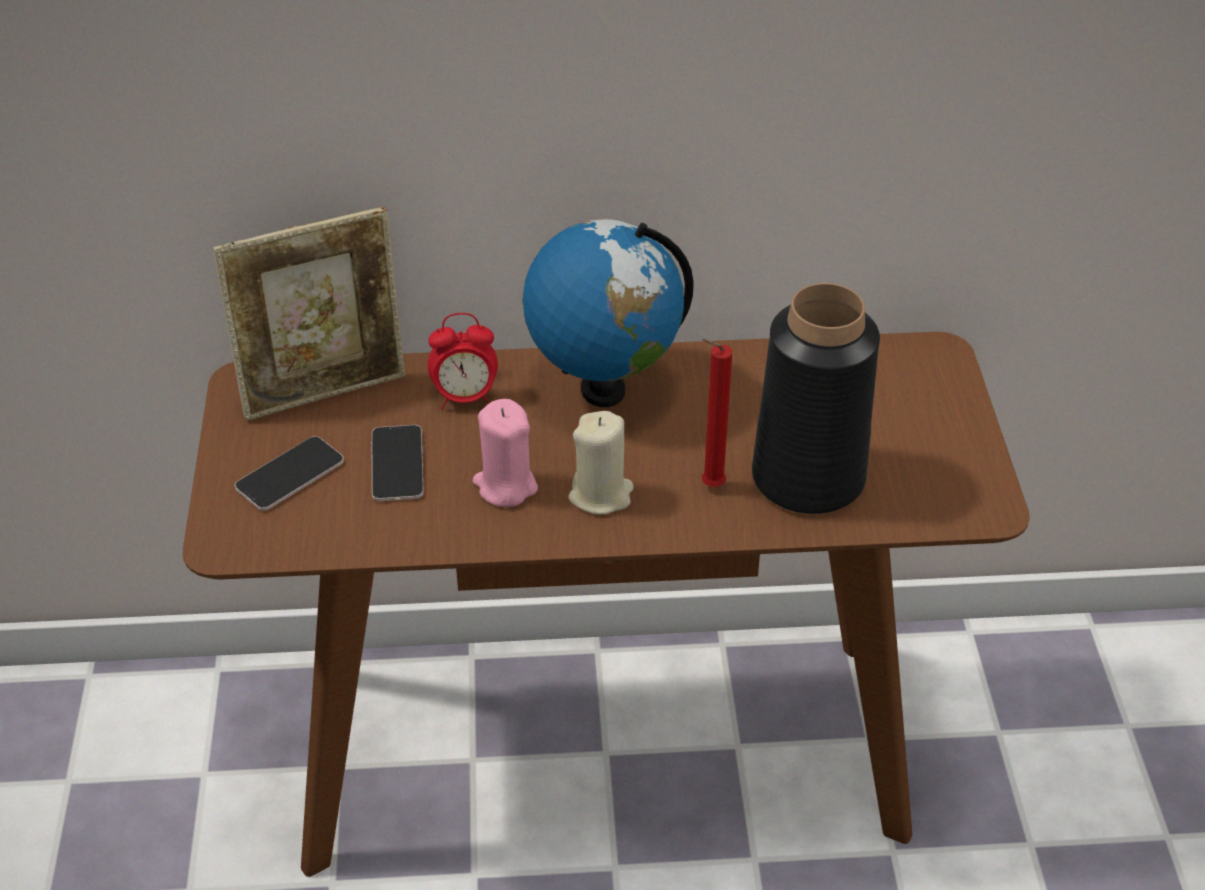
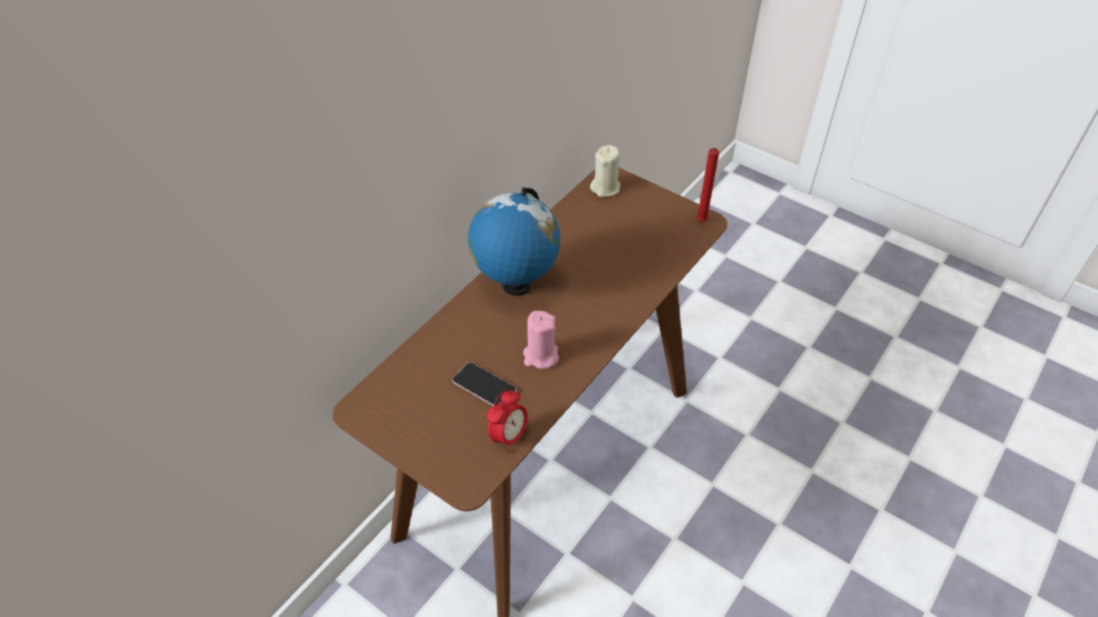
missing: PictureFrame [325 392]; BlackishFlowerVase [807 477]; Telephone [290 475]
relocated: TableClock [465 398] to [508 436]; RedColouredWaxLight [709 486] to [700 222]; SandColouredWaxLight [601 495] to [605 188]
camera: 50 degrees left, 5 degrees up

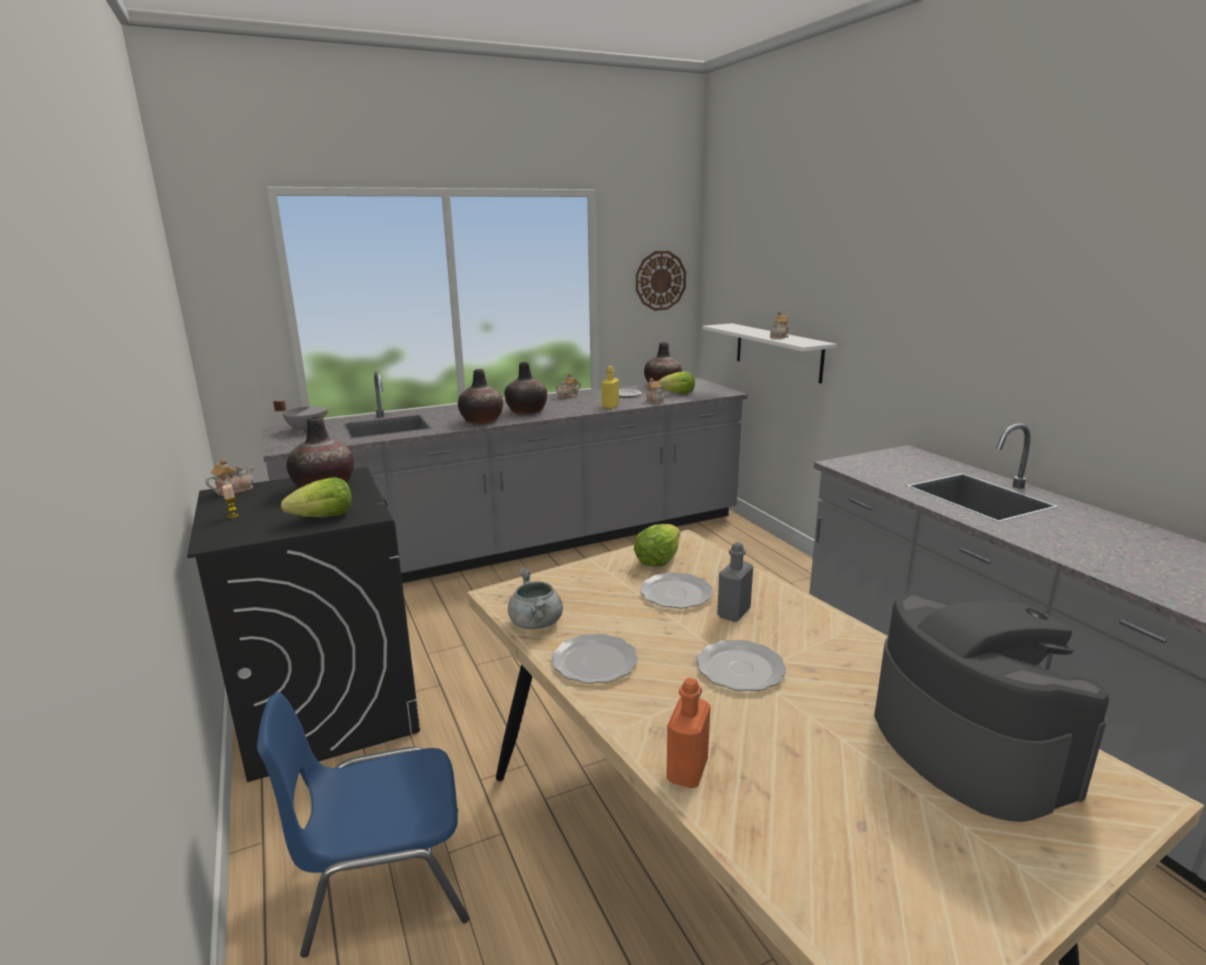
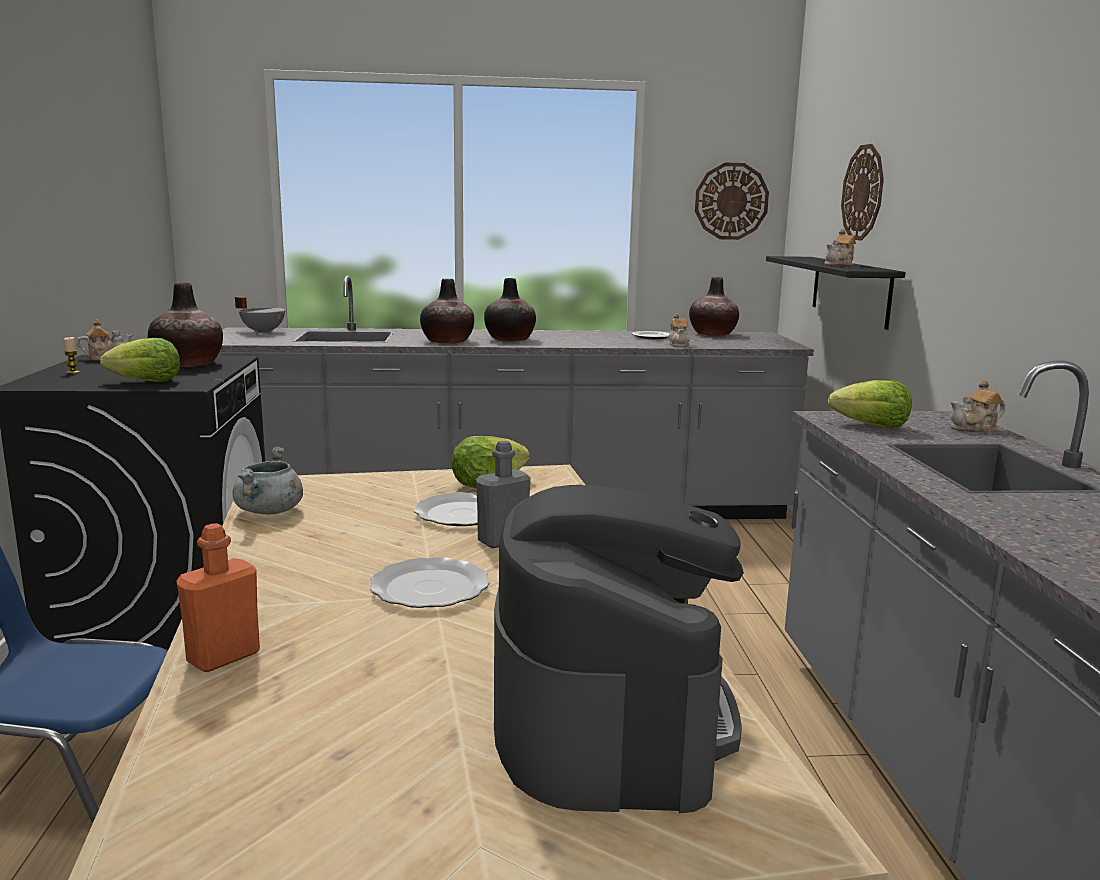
missing: YellowishBottle [610 406]; Plate [596 662]
appeared: WallClock [863 192]
relocated: LettuceHead [678 394] to [872 426]; Teapot [568 396] to [975 429]
colour: WhitishShelf [778 352] to BlackishShelf [850 290]
camera: 20 degrees right, 5 degrees down

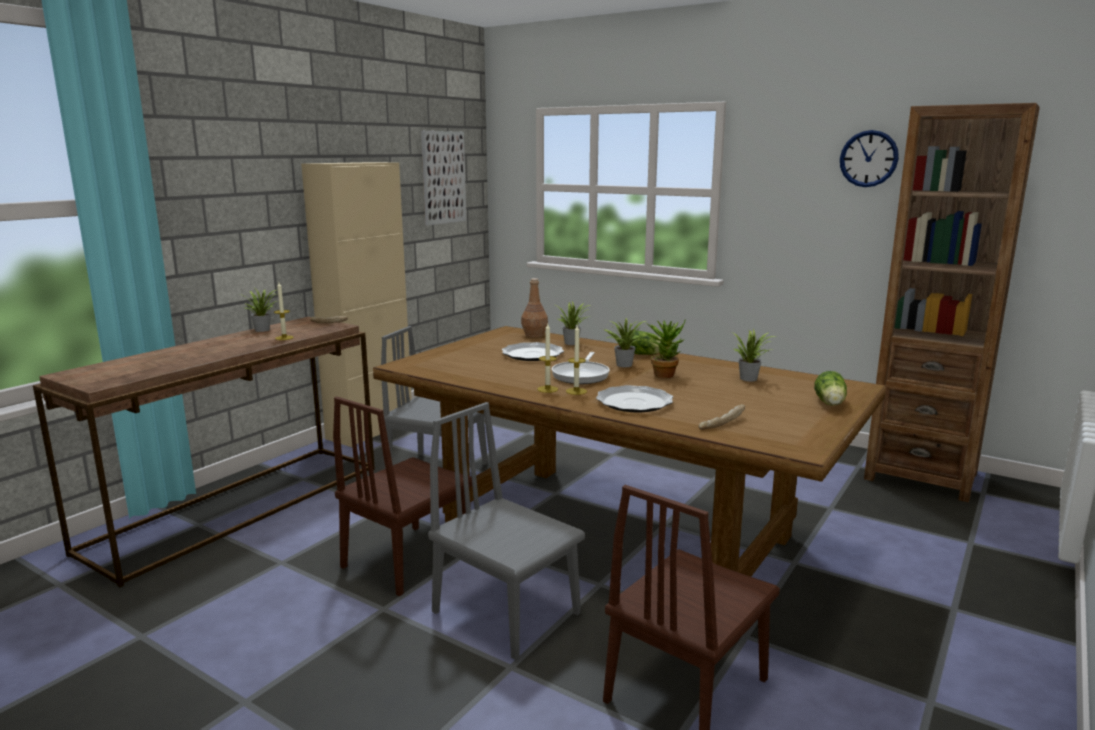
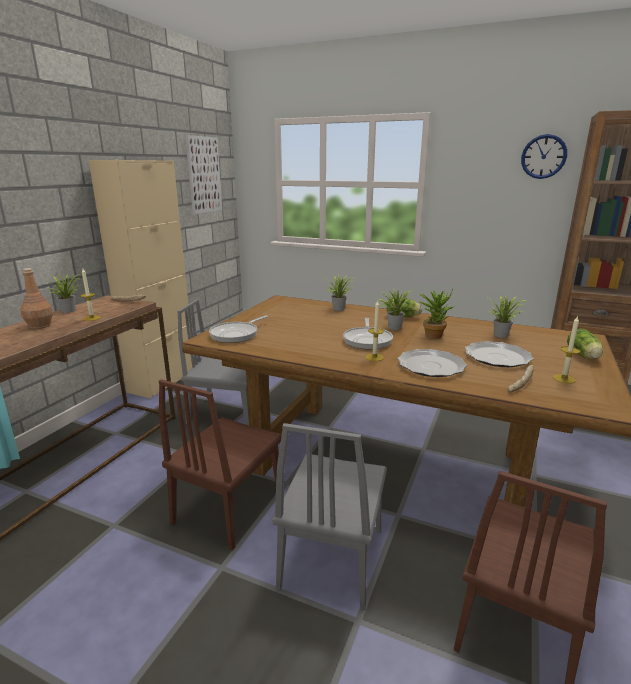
appeared: Skillet [236 334]
relocated: BrownColouredBottle [534 335] to [39 326]; WaxLight [547 389] to [564 379]; Plate [533 354] to [498 357]
spun: GrayChair [506 612] = [332 556] 105 degrees counterclockwise
camera: 10 degrees left, 5 degrees up

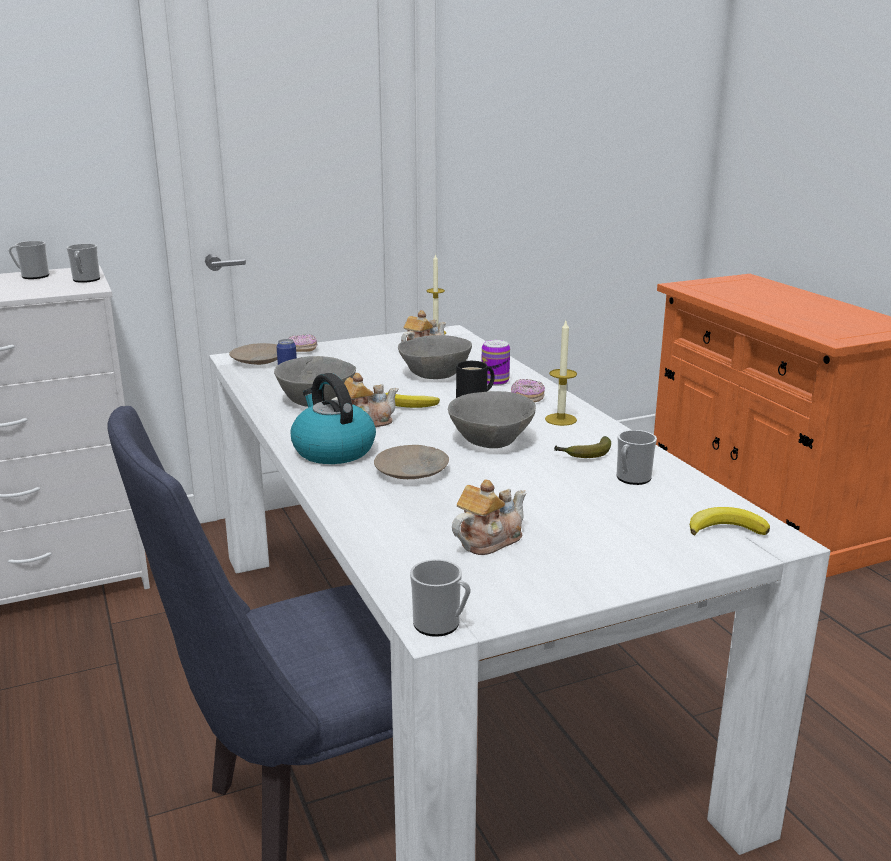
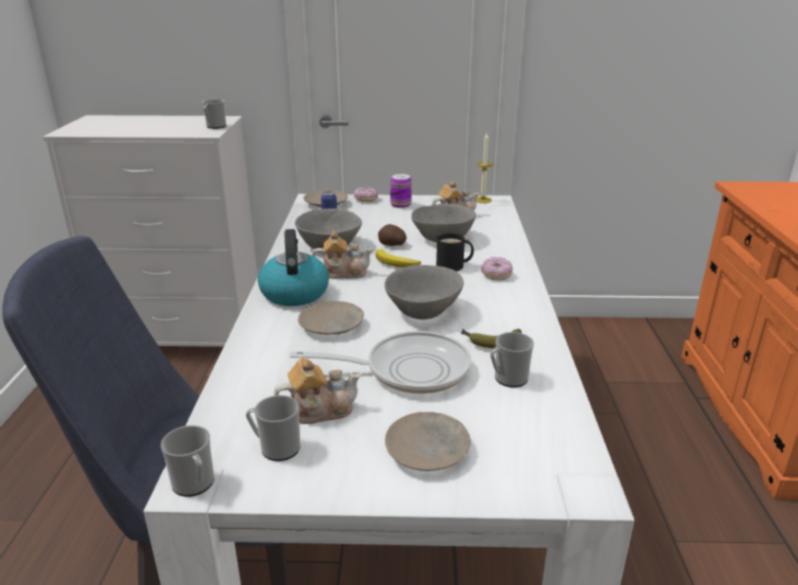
missing: WaxLight [560 419]; BananaFruit [726 528]
appeared: Spud [392 245]; Skillet [408 370]; SandColouredPlate [428 449]
relocated: CoffeeMug [32 276] to [276 448]; Can [495 381] to [400 205]
camera: 25 degrees right, 5 degrees up

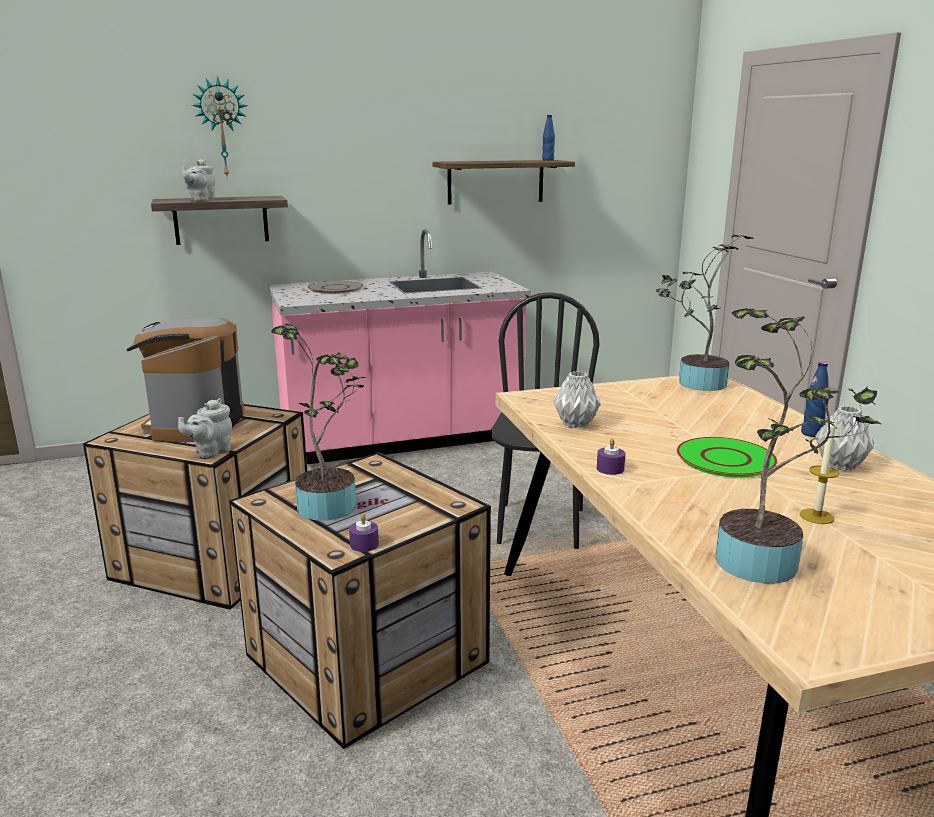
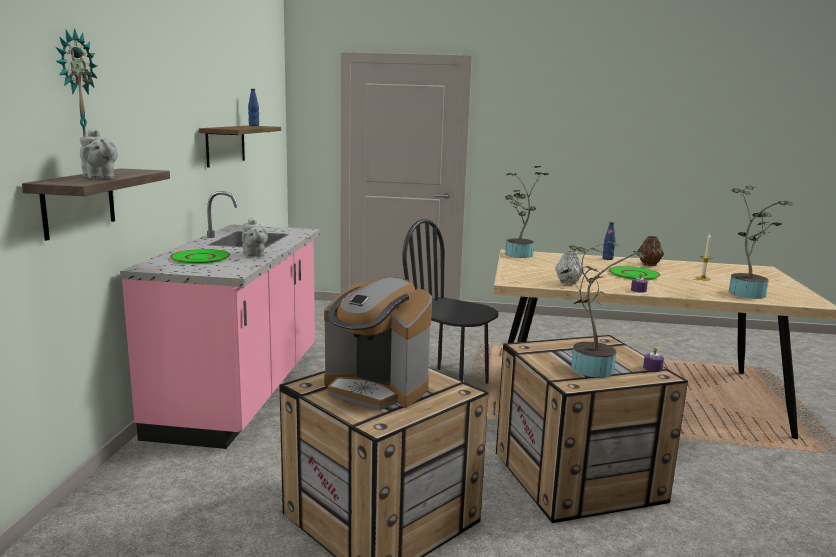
relocated: GrayTeapot [210 452] to [254 255]
colour: GrayPlate [336 288] to GreenColouredPlate [201 258]; GrayFlowerVase [839 466] to BrownColouredFlowerVase [649 264]
camera: 65 degrees left, 5 degrees down

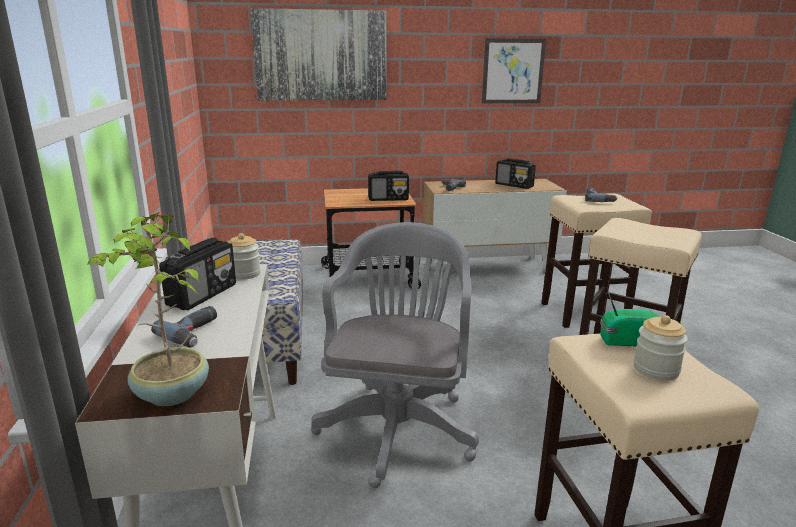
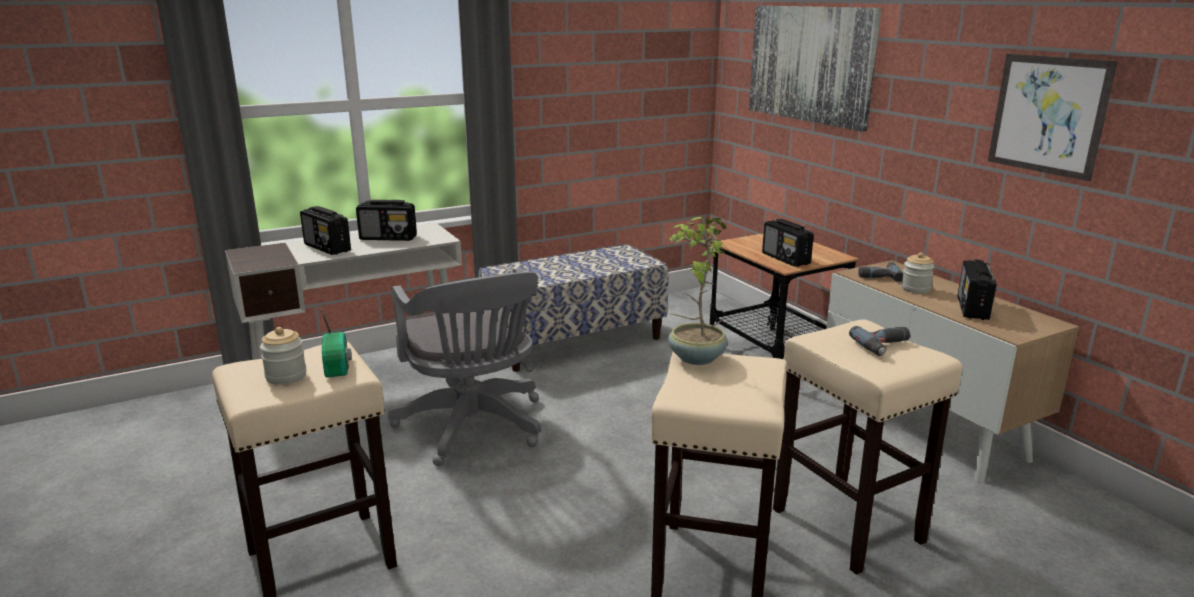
relocated: PlantInAPot [171 395] to [695 358]; StorageJar [244 274] to [915 289]
exchanged: PowerDrill [196 333] to RadioReceiver [327 248]
spun: GrayComputerChair [398 425] = [474 429] 75 degrees clockwise
camera: 70 degrees right, 0 degrees up

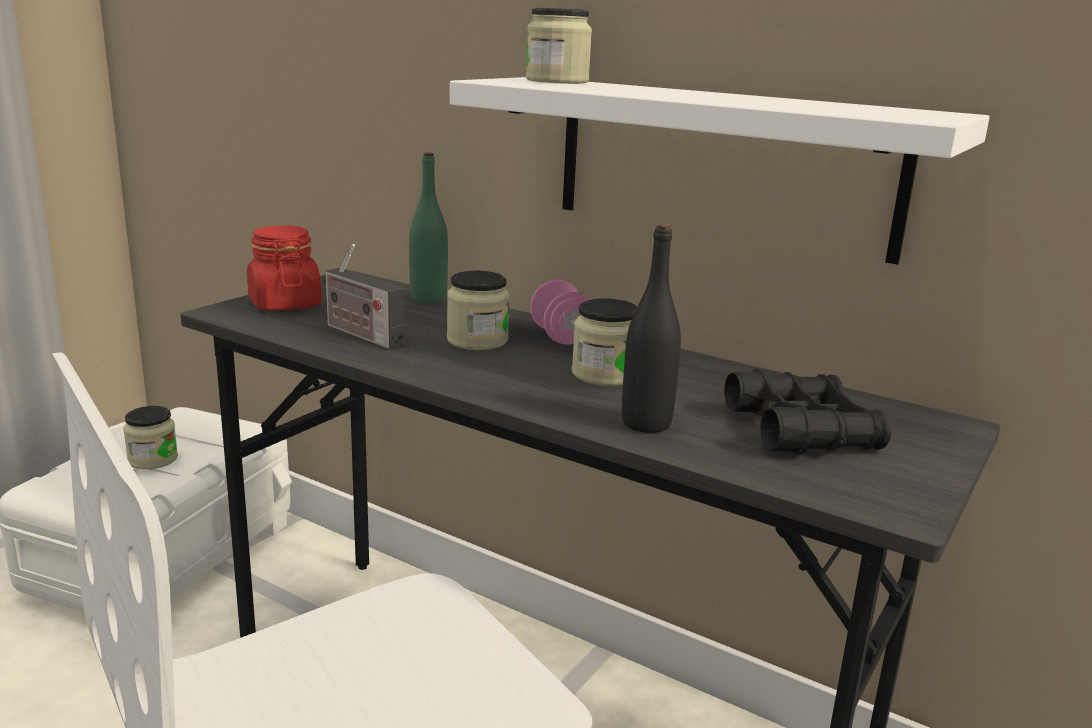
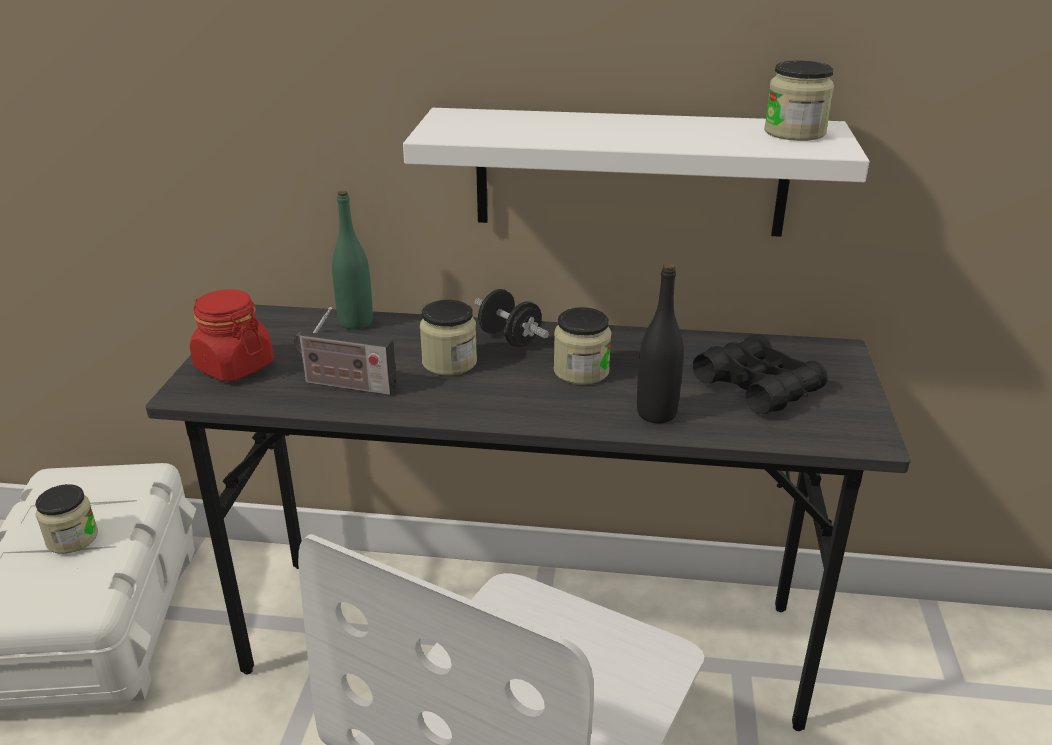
relocated: StorageJar [557 81] to [794 132]
colour: PinkHandWeight [561 337] to BlackishHandWeight [510 338]
camera: 25 degrees left, 10 degrees up

